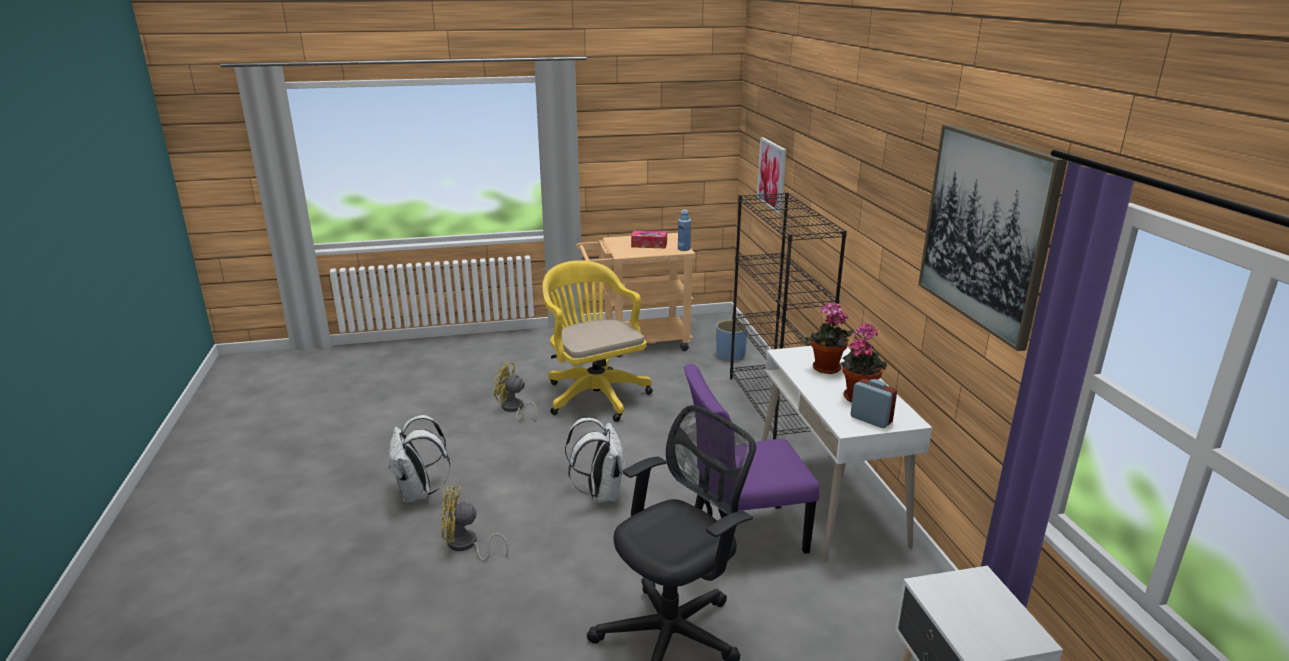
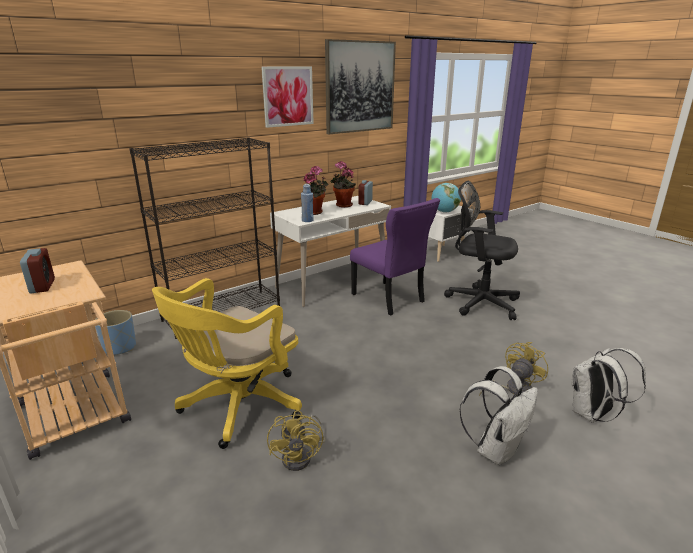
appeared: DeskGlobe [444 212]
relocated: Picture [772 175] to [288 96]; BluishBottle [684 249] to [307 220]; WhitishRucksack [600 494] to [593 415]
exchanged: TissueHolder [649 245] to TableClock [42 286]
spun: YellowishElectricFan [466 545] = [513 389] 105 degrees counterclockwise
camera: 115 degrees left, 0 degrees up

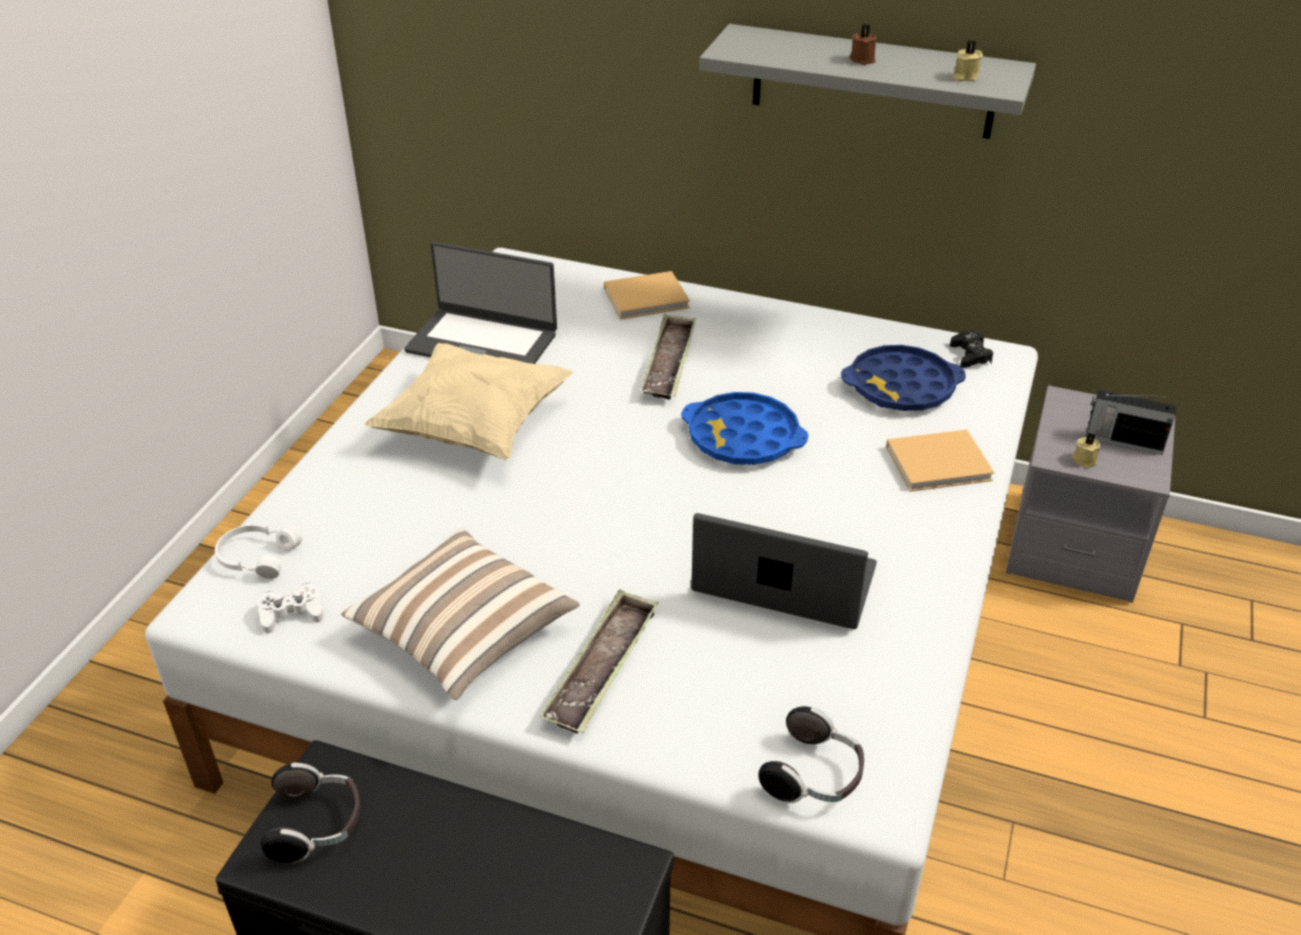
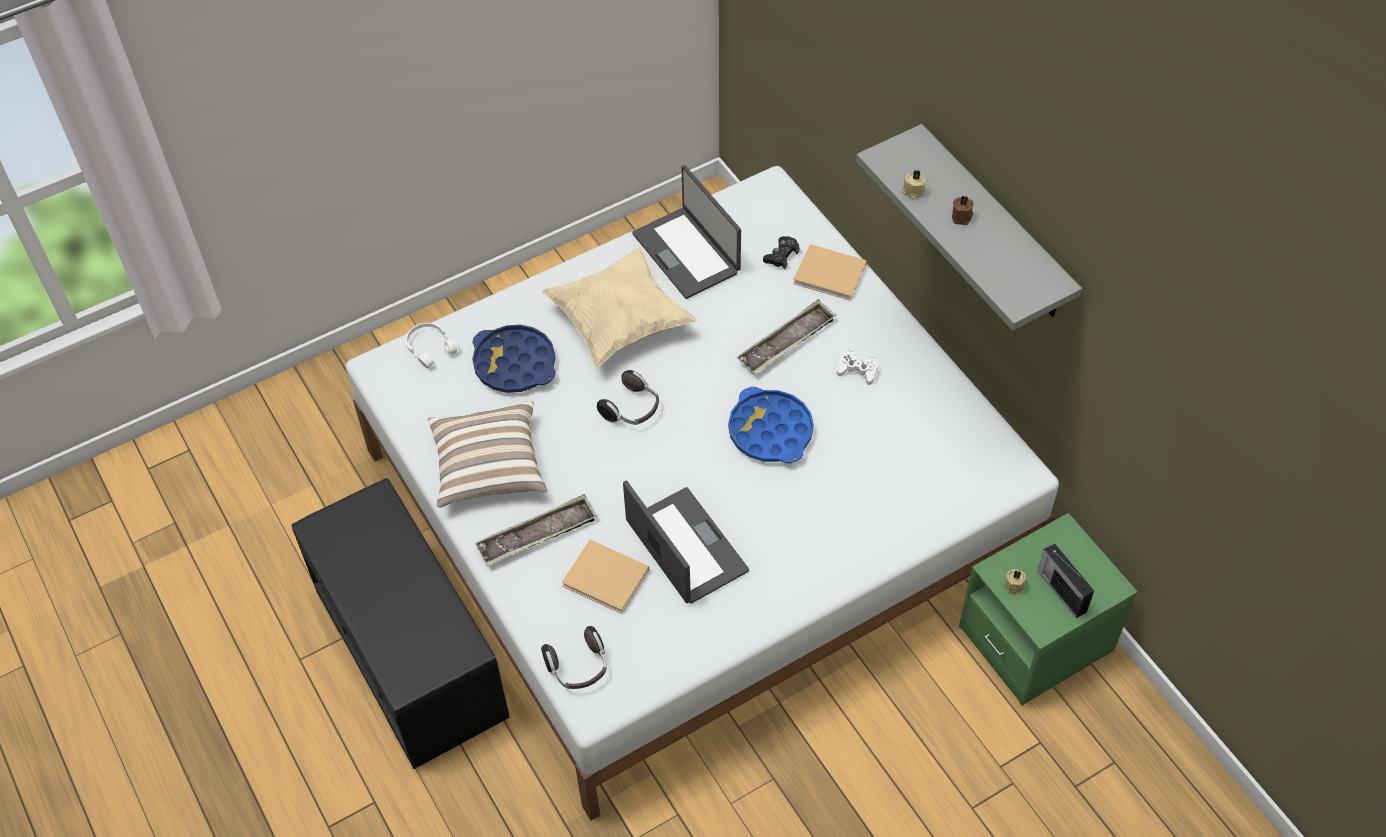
relocated: SandColouredWaxLight [964 77] to [913 191]; BlackishJoypad [970 355] to [781 255]; BluishTray [901 387] to [514 364]; SandColouredBoundBook [941 463] to [608 579]; WhitishJoypad [291 613] to [857 370]; Headset [317 825] to [632 409]
colour: GrayBedsideTable [1074 545] to GreenColouredBedsideTable [1036 639]
camera: 40 degrees right, 15 degrees up

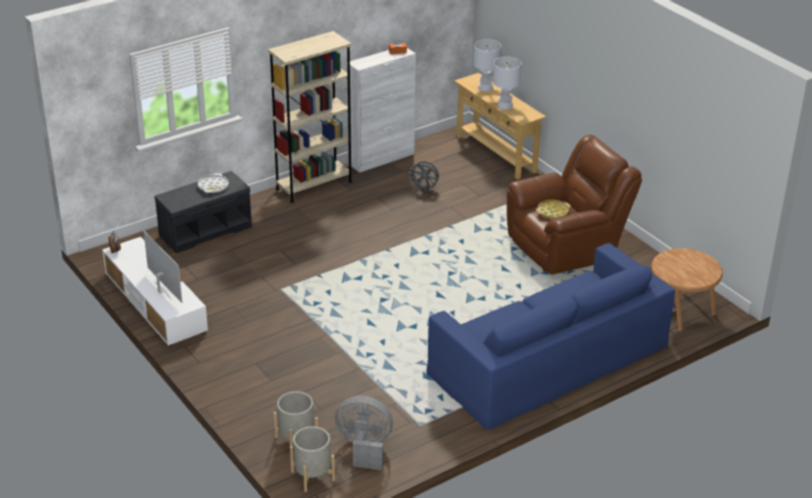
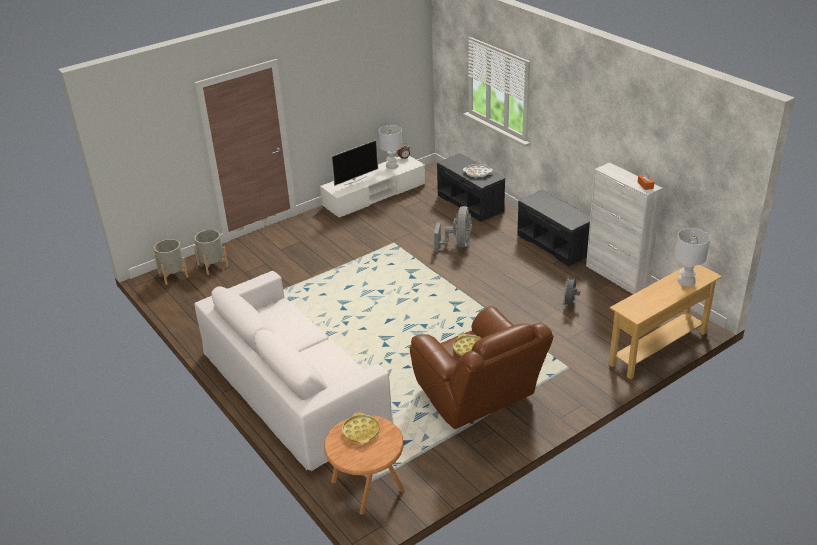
appeared: YellowishTray [361 431]
relocated: WhitishLampForATable [505 106] to [392 166]; GrayElectricFan [364 448] to [457 244]
exchanged: SandColouredShelvingUnit [314 185] to GrayBench [555 244]
colour: BluishSettee [548 359] to WhitishSettee [293 387]
camera: 90 degrees right, 0 degrees up

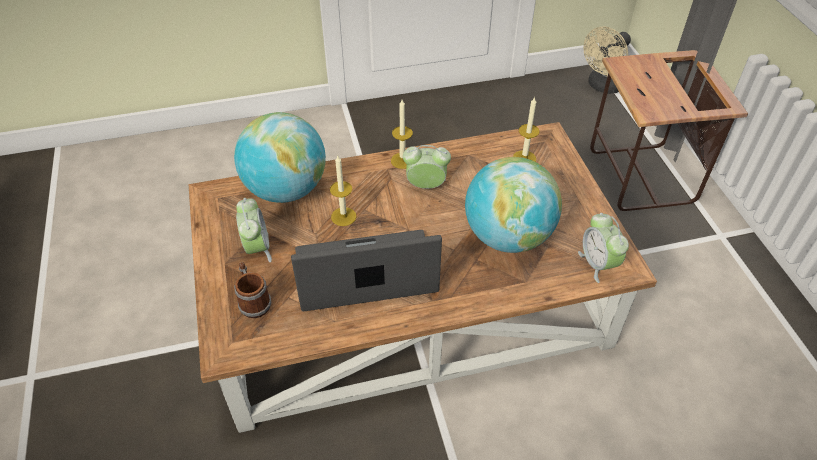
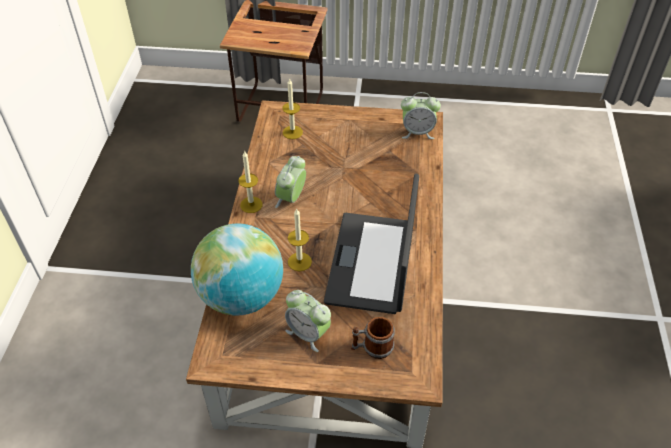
missing: SandColouredElectricFan [602 86]; DeskGlobe [507 236]
spun: TableClock [257 248] = [308 333] 150 degrees counterclockwise
camera: 70 degrees left, 0 degrees up

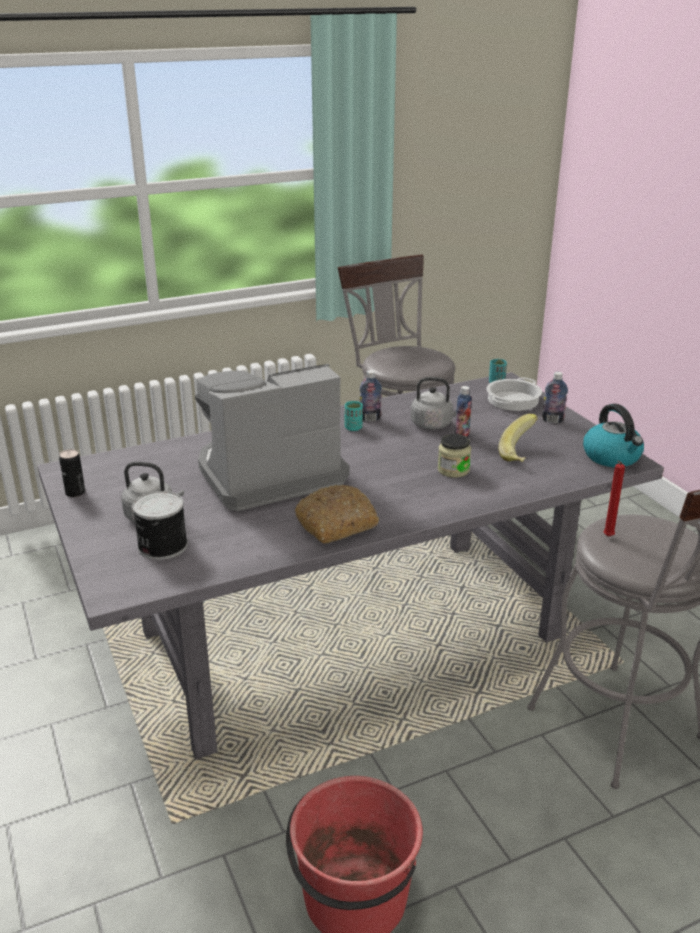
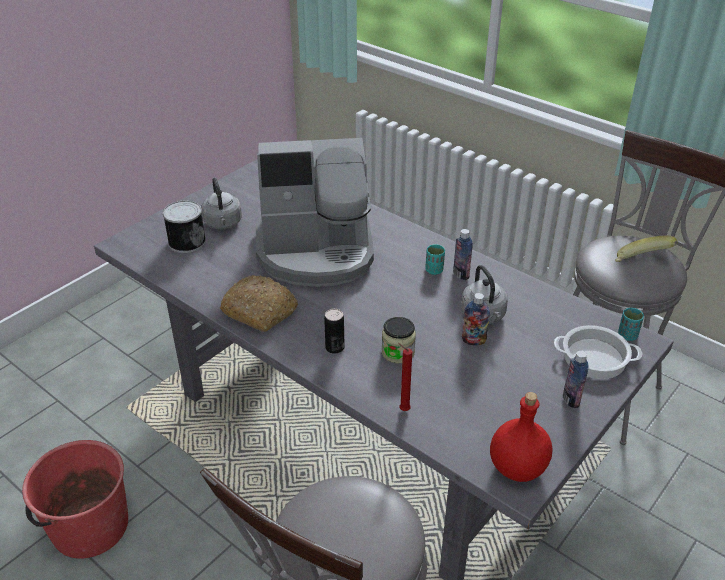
relocated: BananaFruit [521 454] to [640 263]; Can [75 493] to [335 347]; RedColouredWaxLight [607 537] to [402 409]
exchanged: Kettle [612 457] to RedColouredBottle [518 467]
spun: CoffeeBrewer [268 474] = [316 252] 135 degrees clockwise
camera: 65 degrees right, 10 degrees up

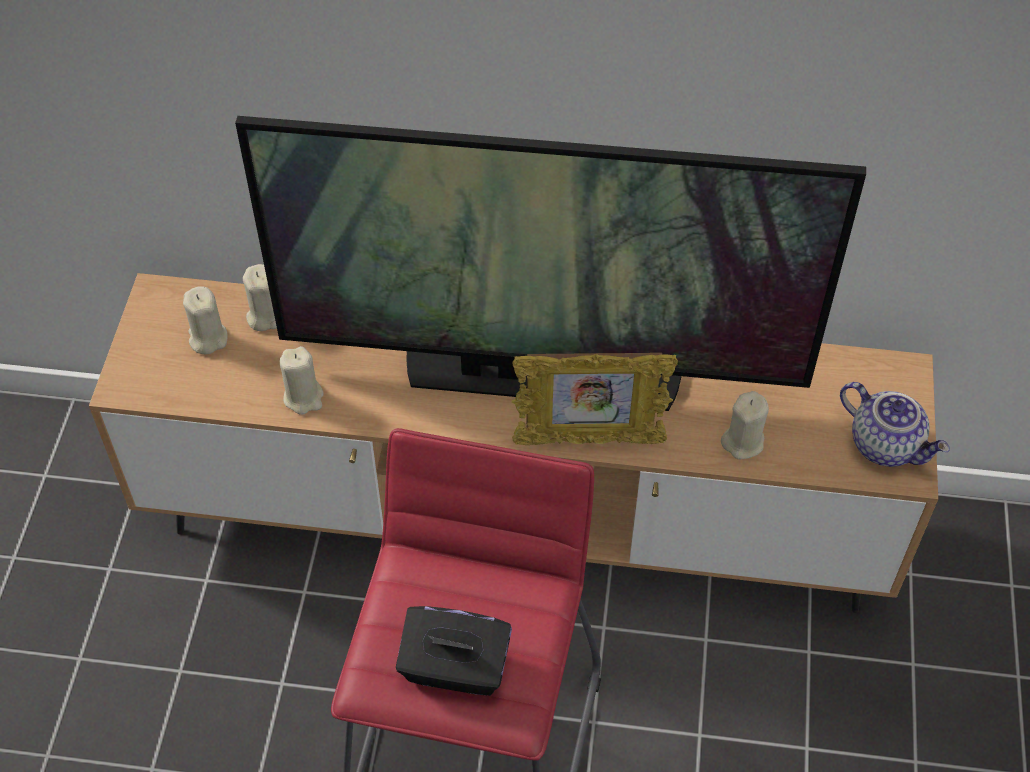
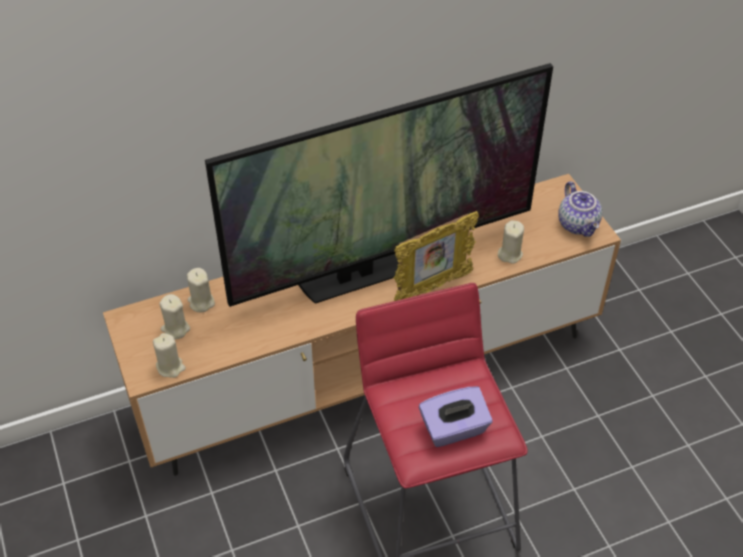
relocated: SandColouredWaxLight [304 397] to [170 367]
colour: BlackishTissueHolder [454 668] to PurpleTissueHolder [454 429]
spun: Teapot [886 444] = [579 225] 60 degrees clockwise
camera: 30 degrees left, 5 degrees down

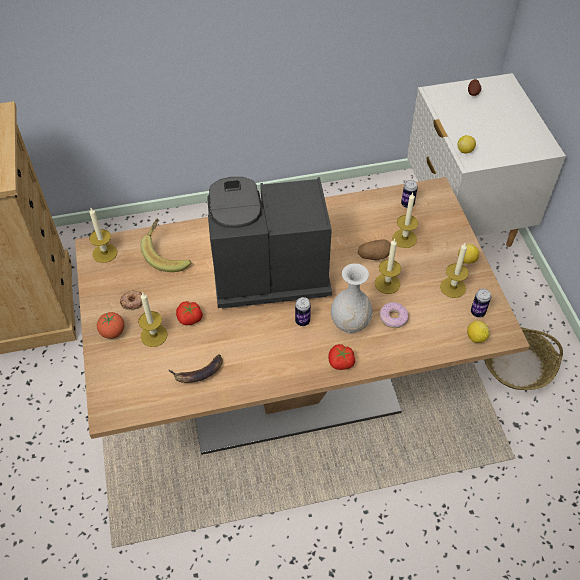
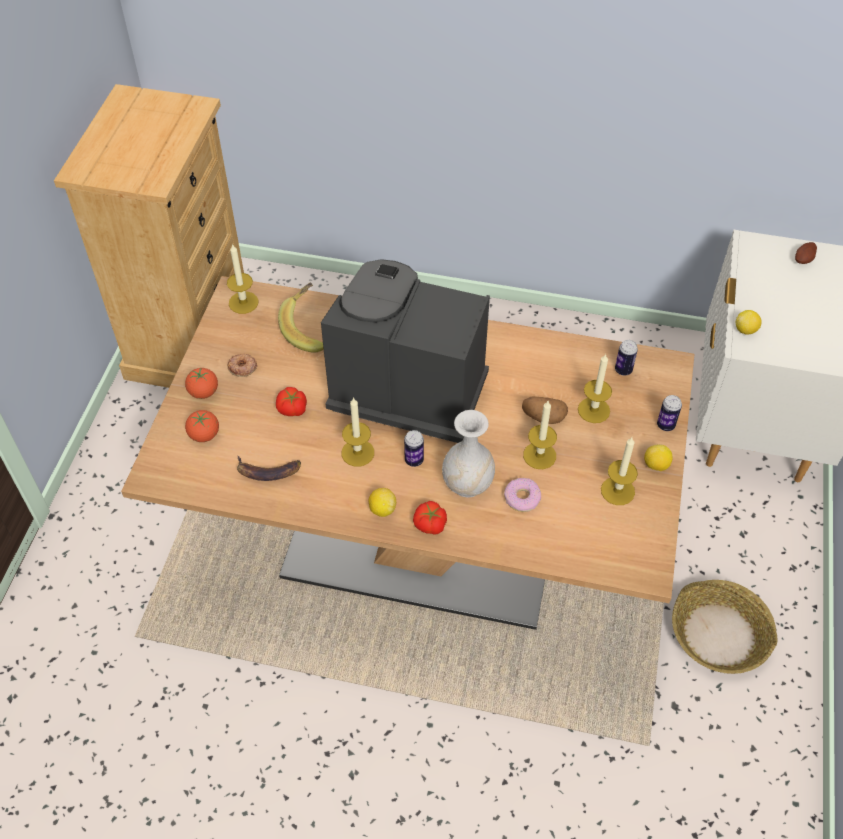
appeared: FreshTomato [204 435]
relocated: Can [477 312] to [665 425]; WaxLight [154 335] to [357 453]; Lemon [476 337] to [382 509]
camera: 25 degrees right, 0 degrees up

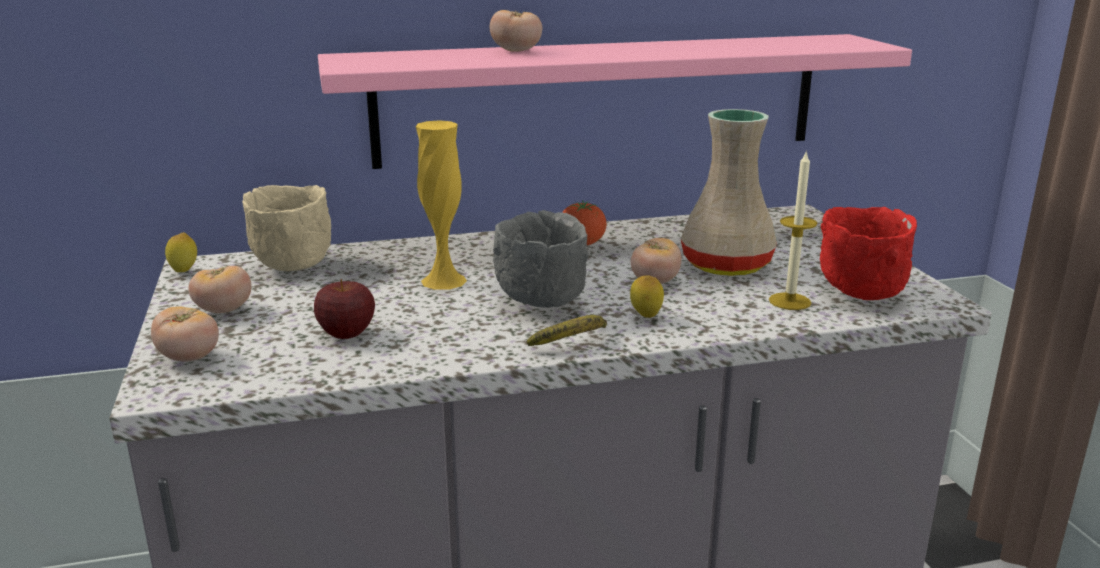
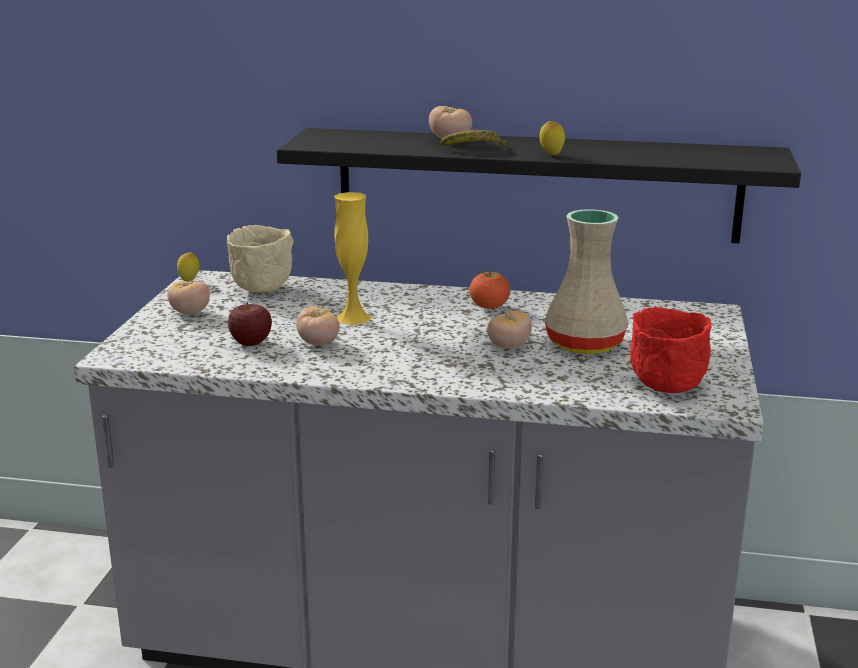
missing: WaxLight [789 301]; GrayServingBowl [541 302]
relocated: Lemon [646 317] to [551 155]; FreshTomato [189 358] to [318 343]; BananaFruit [574 342] to [475 149]
colour: PinkShelf [600 99] to BlackishShelf [536 184]
camera: 25 degrees right, 0 degrees up

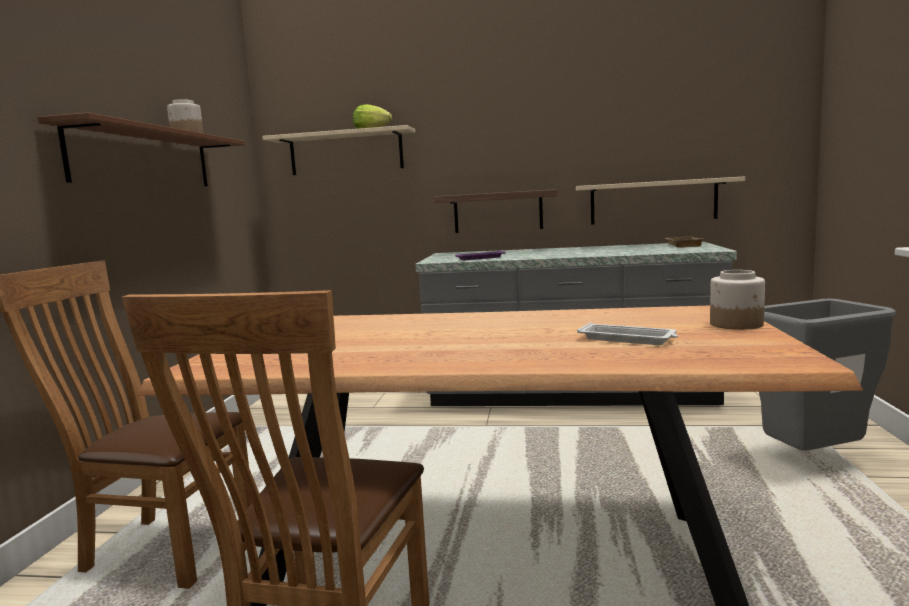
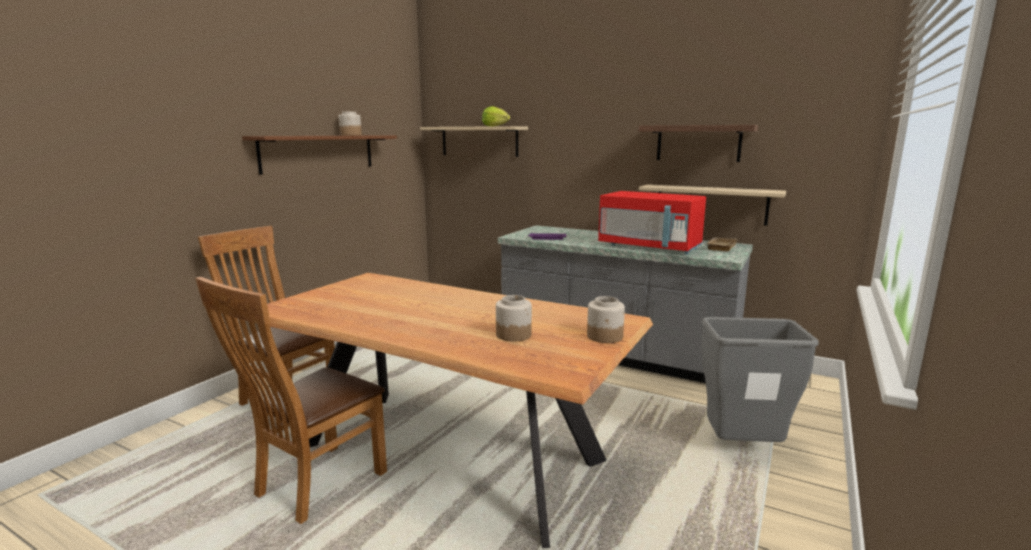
appeared: RedColouredMicrowaveOven [649 247]
relocated: Shelf [498 212] to [698 143]
exchanged: WhitishTray [628 339] to StorageJar [513 335]
camera: 20 degrees right, 5 degrees up

